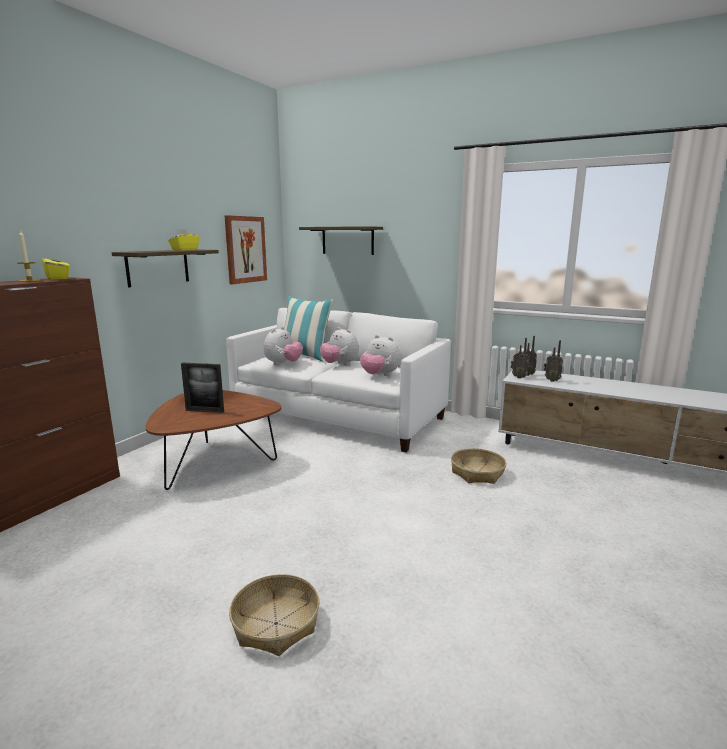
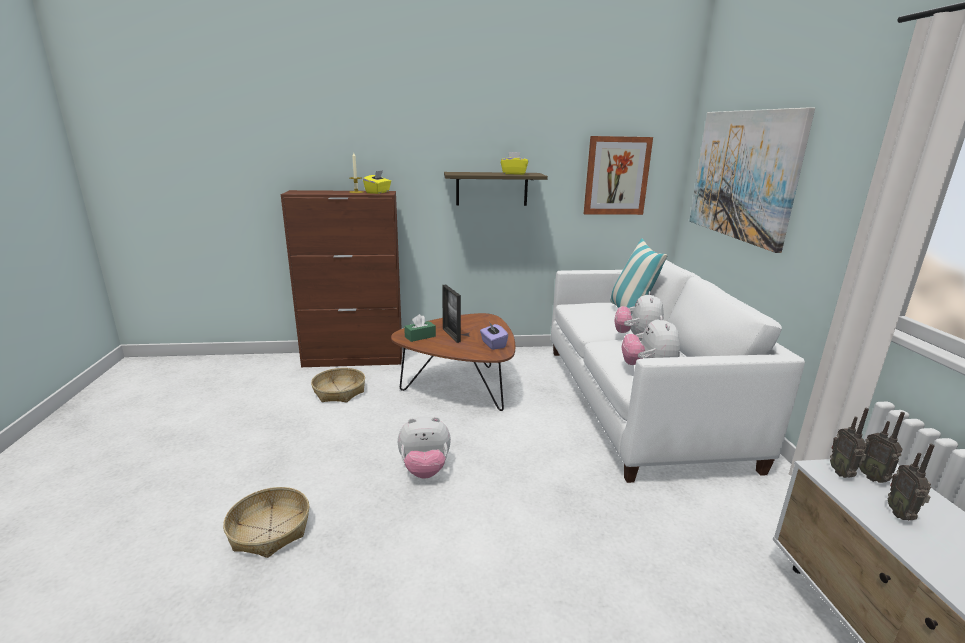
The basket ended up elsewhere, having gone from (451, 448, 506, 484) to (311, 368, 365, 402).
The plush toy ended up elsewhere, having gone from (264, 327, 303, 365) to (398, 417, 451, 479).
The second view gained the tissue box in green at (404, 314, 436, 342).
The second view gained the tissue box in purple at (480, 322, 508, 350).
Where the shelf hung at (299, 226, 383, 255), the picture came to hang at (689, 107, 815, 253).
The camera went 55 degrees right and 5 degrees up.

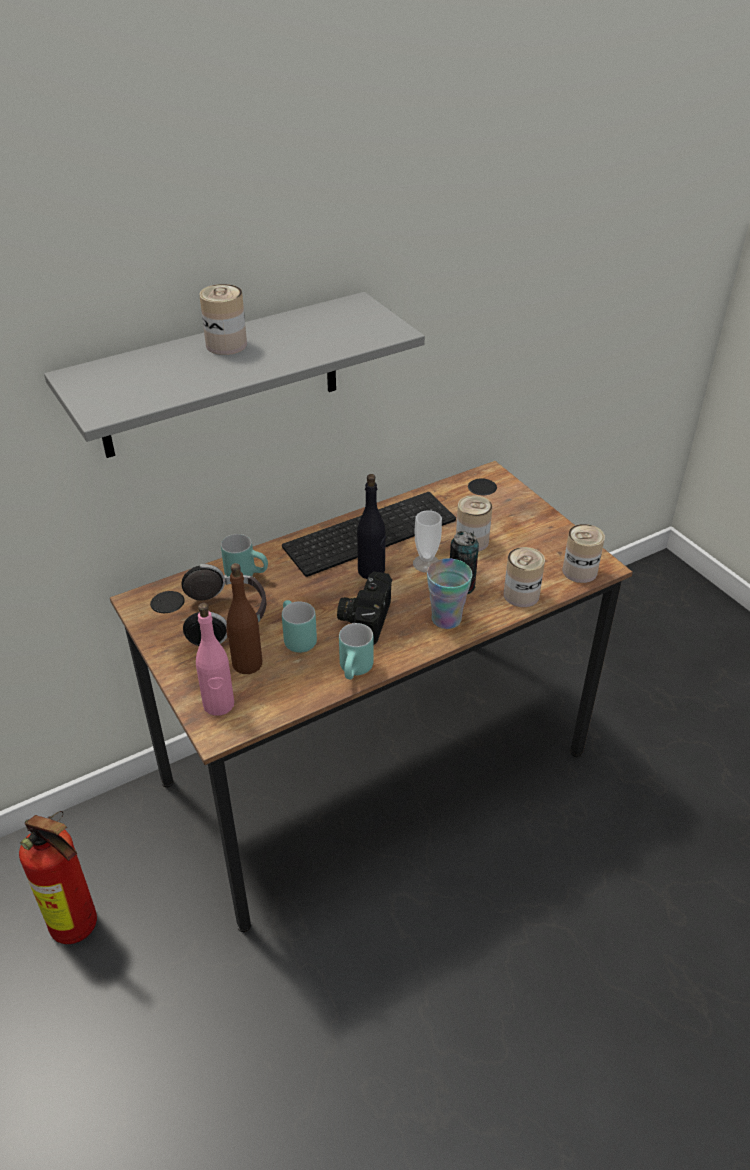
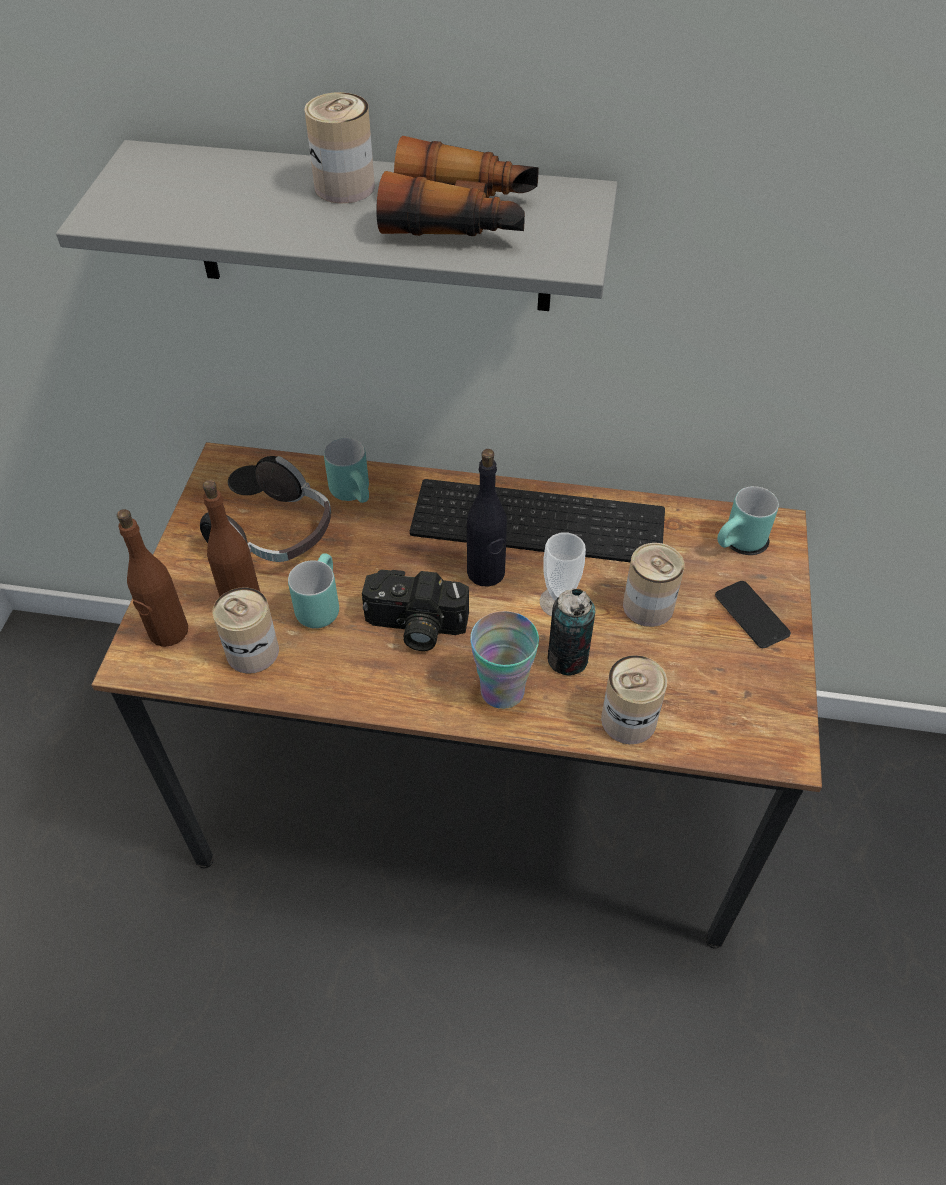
What was the bottle in pink at (196, 603, 234, 716) turned into the bottle in brown at (117, 509, 188, 647).
The can ended up elsewhere, having gone from (562, 524, 605, 583) to (212, 587, 279, 674).
The photo camera at (337, 572, 392, 645) ended up facing another way, 135 degrees counterclockwise from before.
The second view gained the binoculars at (376, 136, 539, 236).
The second view gained the phone at (715, 581, 791, 648).
The mug in turquoise ended up elsewhere, having gone from (339, 623, 374, 680) to (717, 486, 779, 551).
The second view lost the fire extinguisher at (19, 811, 97, 944).
The camera went 40 degrees right and 10 degrees up.

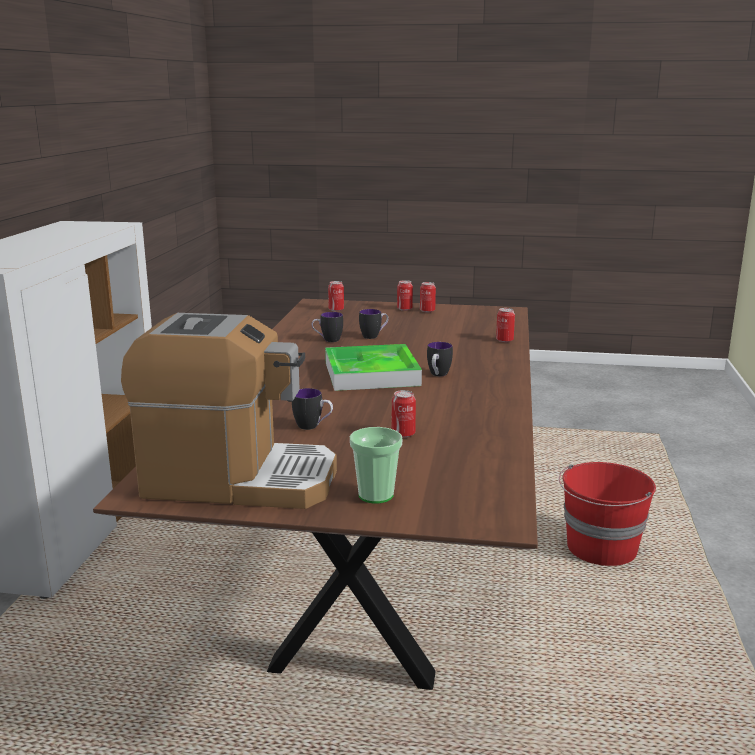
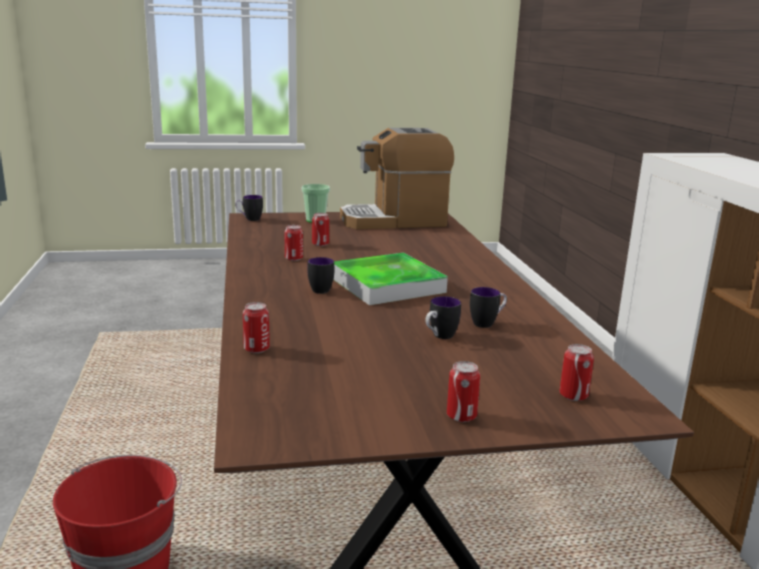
The mug ended up elsewhere, having gone from (292, 388, 333, 430) to (235, 195, 263, 221).
The can ended up elsewhere, having gone from (420, 282, 436, 313) to (285, 225, 303, 261).
The camera went 160 degrees right and 0 degrees up.

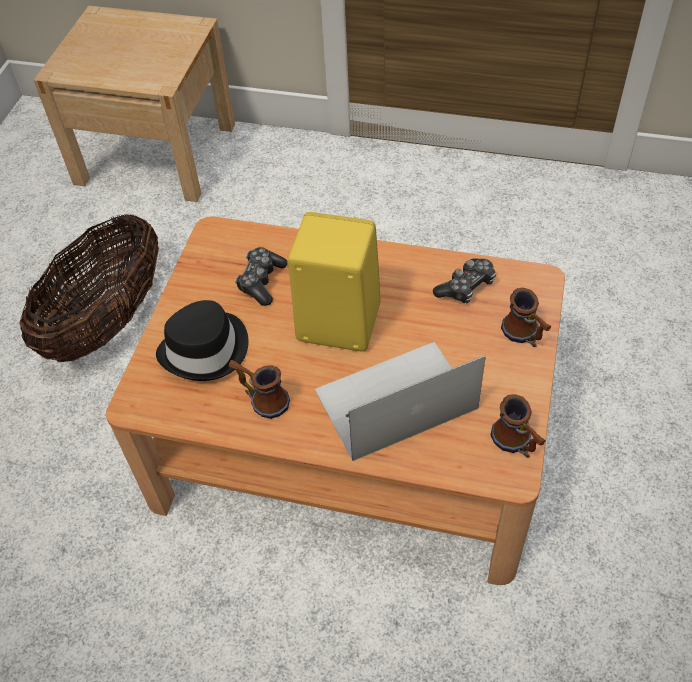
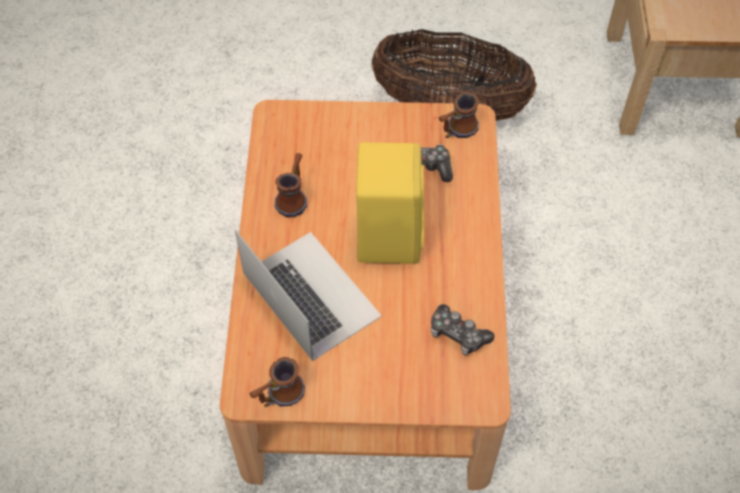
The mug ended up elsewhere, having gone from (501, 288, 551, 347) to (439, 92, 479, 138).
The second view lost the hat in black at (156, 300, 248, 381).
The camera went 75 degrees right and 5 degrees up.

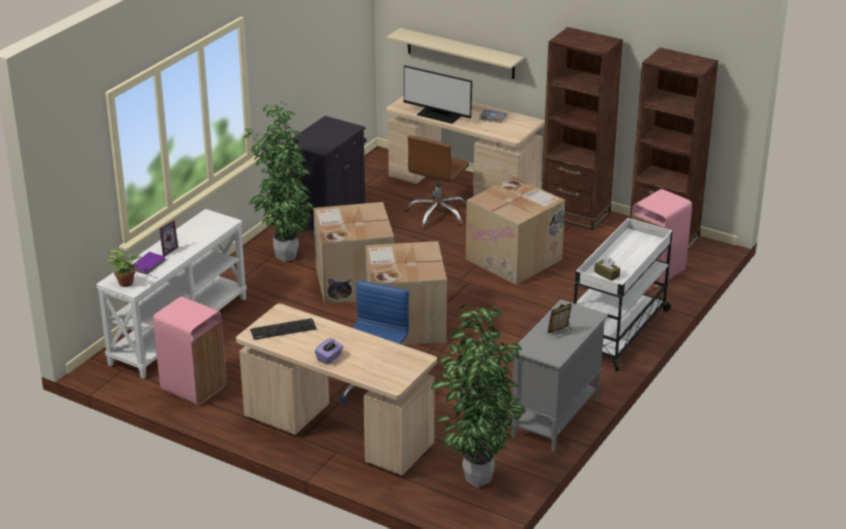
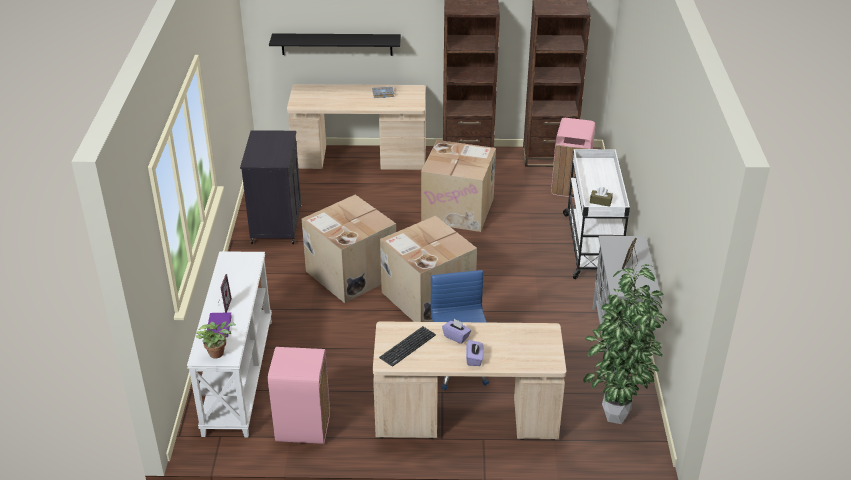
What was the shelf in beige at (387, 28, 524, 79) turned into the shelf in black at (269, 33, 401, 56).
The second view gained the tissue box in purple at (442, 318, 471, 344).
The second view lost the potted plant at (244, 101, 313, 262).
The second view lost the monitor at (404, 65, 472, 124).
The second view lost the office chair in brown at (405, 135, 469, 229).
The camera went 30 degrees left and 5 degrees up.

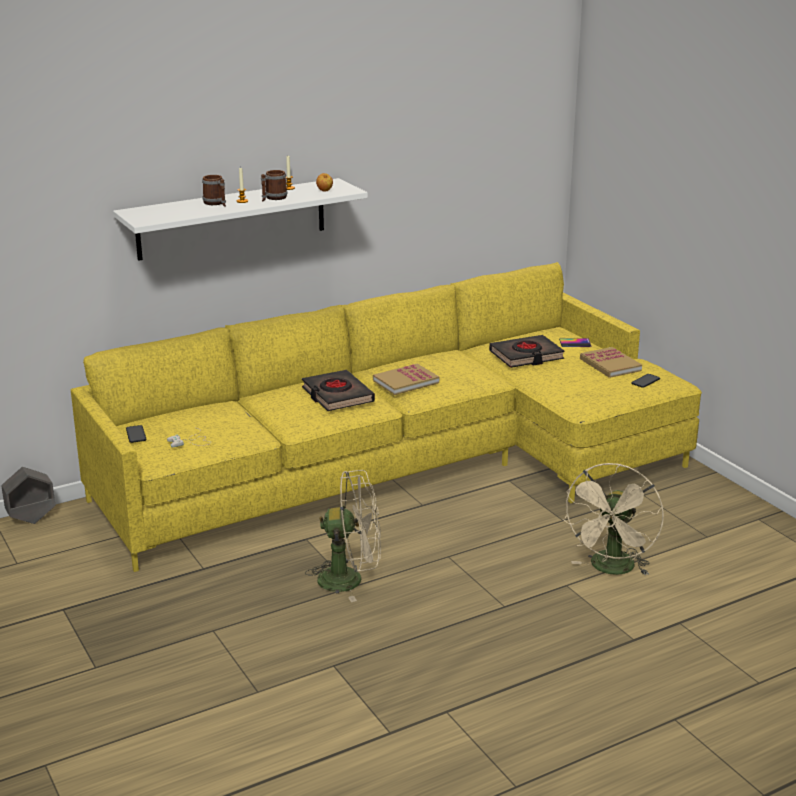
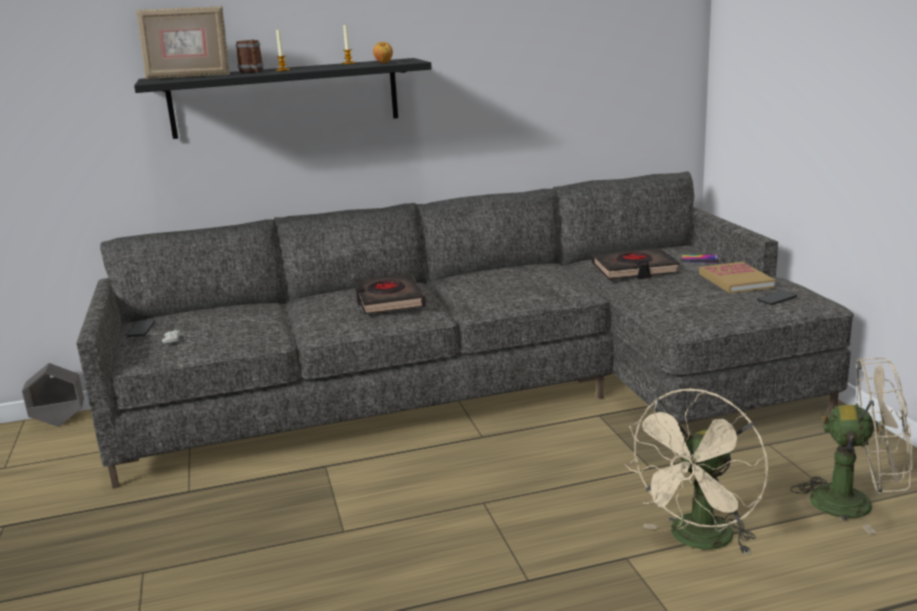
What was the sofa in yellow at (71, 262, 702, 572) turned into the sofa in grey at (76, 171, 854, 488).
What was the shelf in white at (113, 178, 368, 261) turned into the shelf in black at (134, 58, 432, 139).
The second view gained the picture frame at (136, 6, 230, 80).
The fan in beige ended up elsewhere, having gone from (305, 470, 381, 602) to (790, 358, 913, 534).
The second view lost the mug at (261, 170, 288, 201).
The second view lost the book at (373, 363, 439, 395).
The camera went 15 degrees right and 5 degrees down.

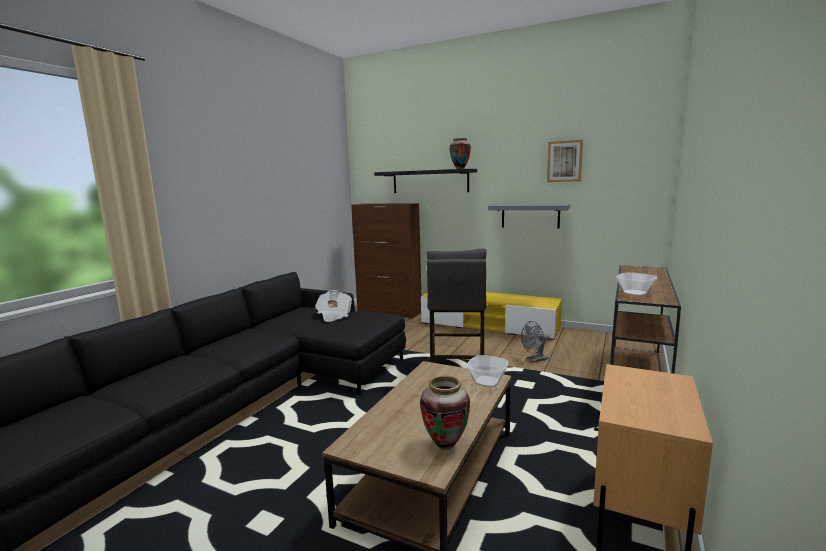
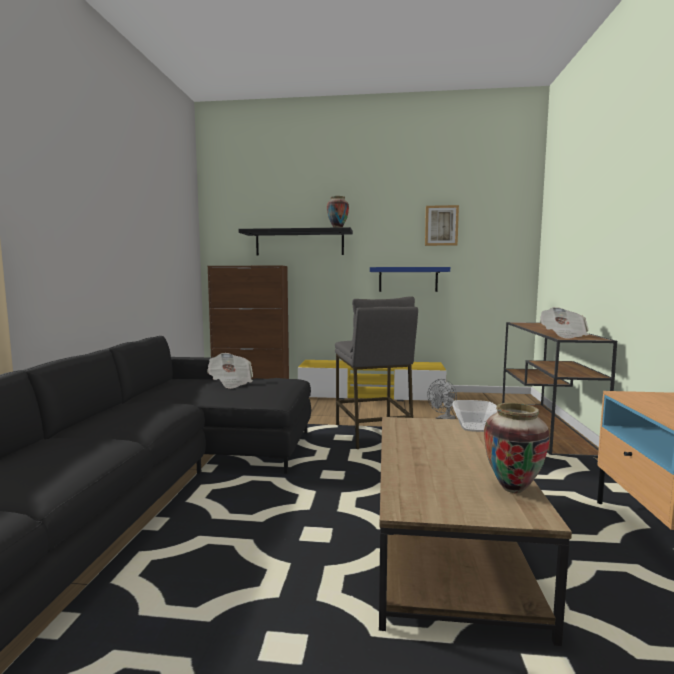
What was the shelf in grey at (488, 204, 570, 229) turned into the shelf in blue at (370, 267, 450, 292).
Where the bowl stood at (616, 272, 657, 296), the newspaper came to stand at (540, 307, 589, 339).
The camera went 20 degrees left and 5 degrees down.

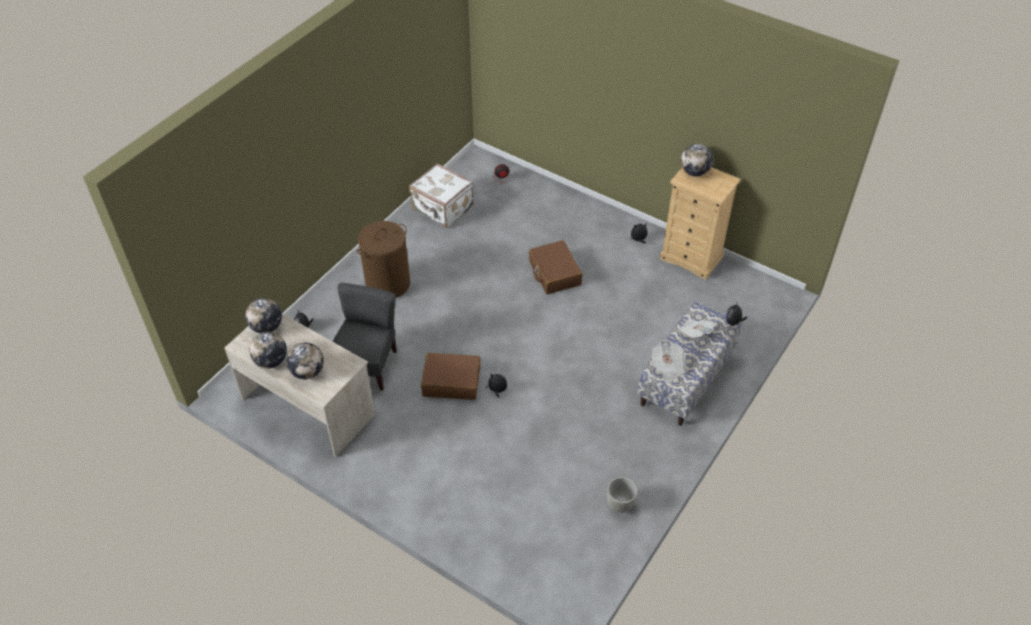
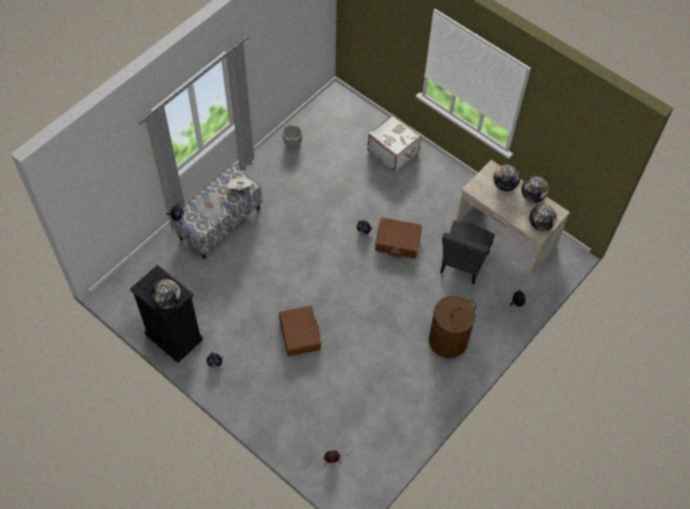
What was the dresser in beige at (660, 167, 741, 280) turned into the dresser in black at (130, 265, 203, 363).
The suitcase in white ended up elsewhere, having gone from (409, 164, 474, 228) to (367, 114, 422, 172).
The camera went 175 degrees left and 10 degrees up.

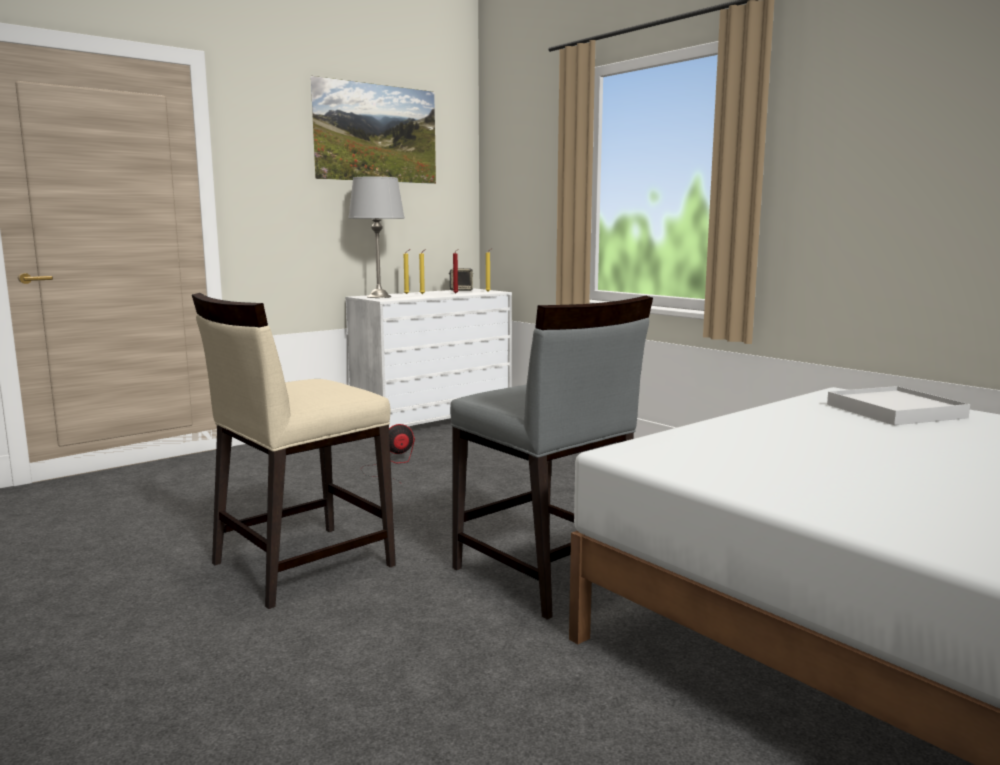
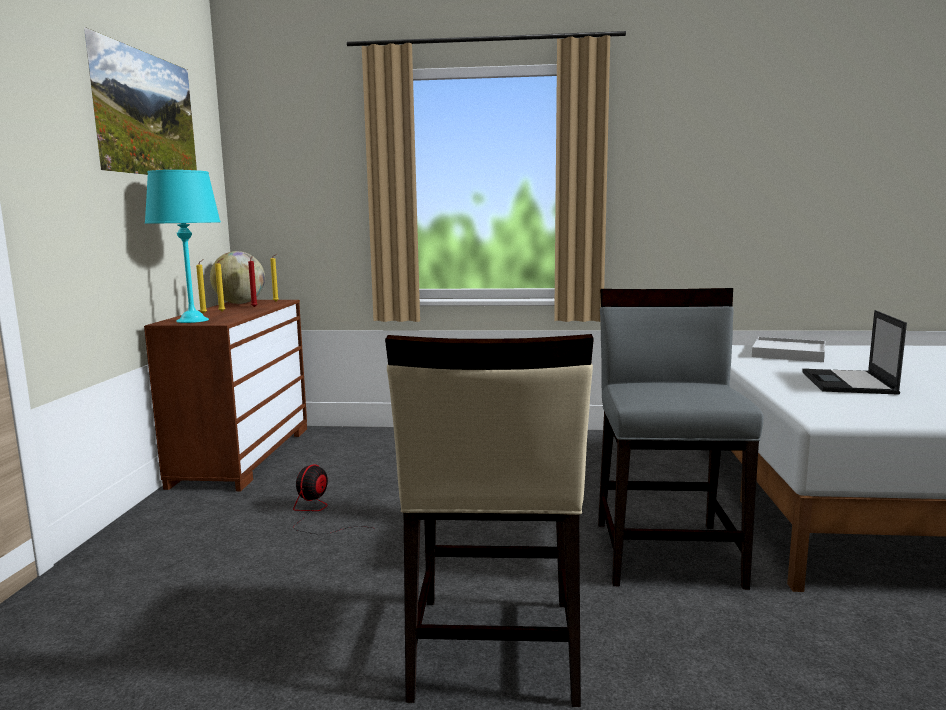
What was the dresser in white at (346, 289, 512, 428) turned into the dresser in brown at (144, 300, 307, 491).
What was the table lamp in grey at (348, 176, 405, 298) turned into the table lamp in turquoise at (145, 170, 221, 323).
Where the speaker stood at (449, 268, 473, 291), the globe came to stand at (210, 251, 265, 304).
The chair in grey at (450, 296, 653, 620) ended up facing another way, 90 degrees counterclockwise from before.
The second view gained the laptop at (802, 310, 907, 395).
The camera went 45 degrees left and 0 degrees up.

